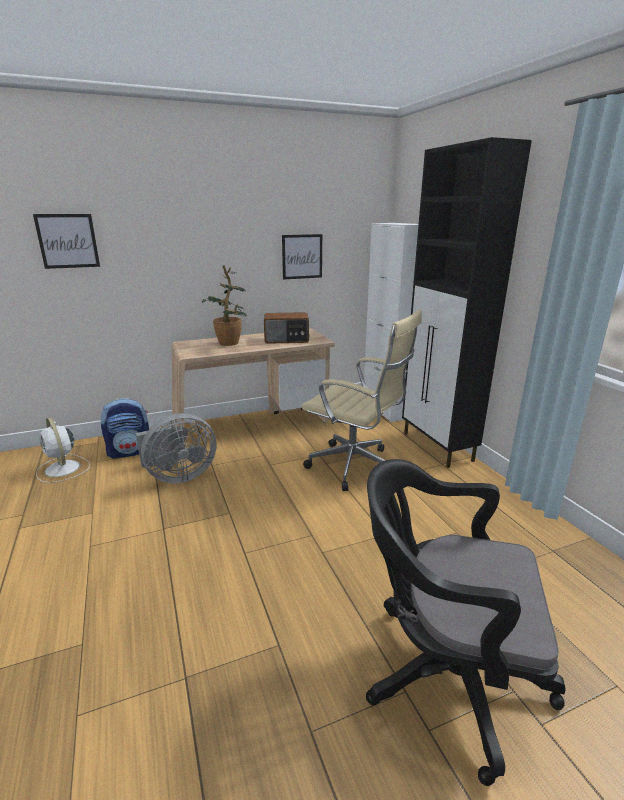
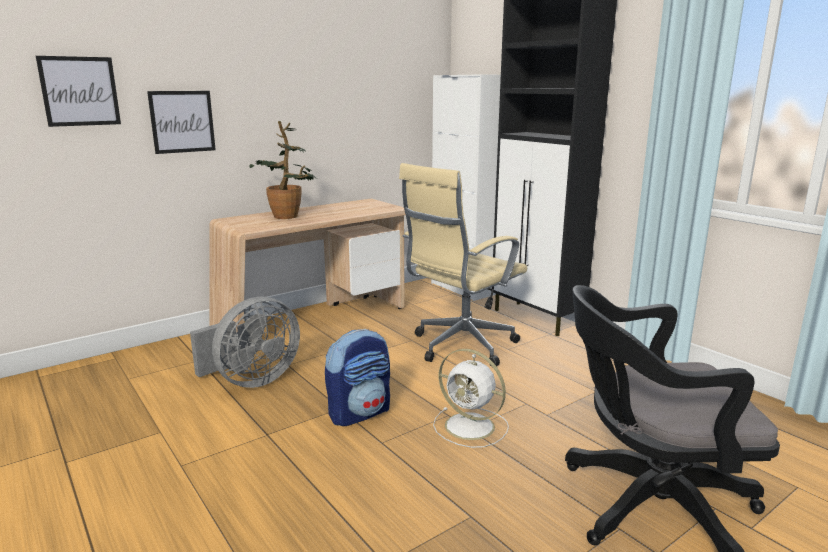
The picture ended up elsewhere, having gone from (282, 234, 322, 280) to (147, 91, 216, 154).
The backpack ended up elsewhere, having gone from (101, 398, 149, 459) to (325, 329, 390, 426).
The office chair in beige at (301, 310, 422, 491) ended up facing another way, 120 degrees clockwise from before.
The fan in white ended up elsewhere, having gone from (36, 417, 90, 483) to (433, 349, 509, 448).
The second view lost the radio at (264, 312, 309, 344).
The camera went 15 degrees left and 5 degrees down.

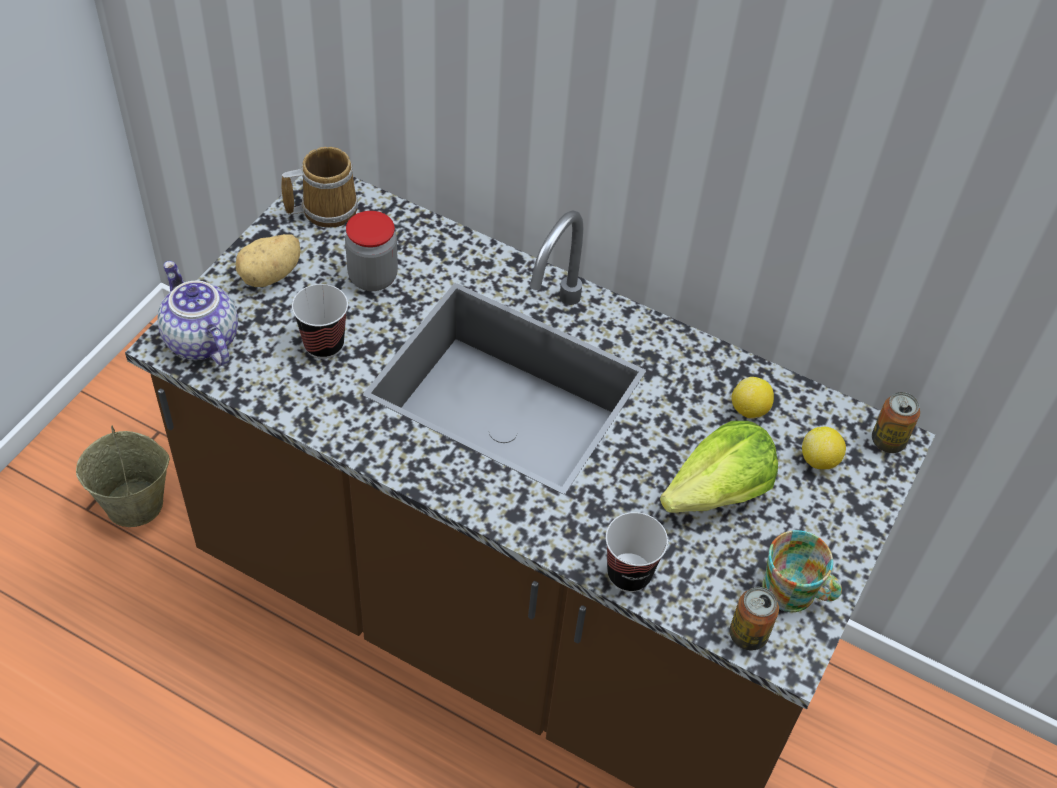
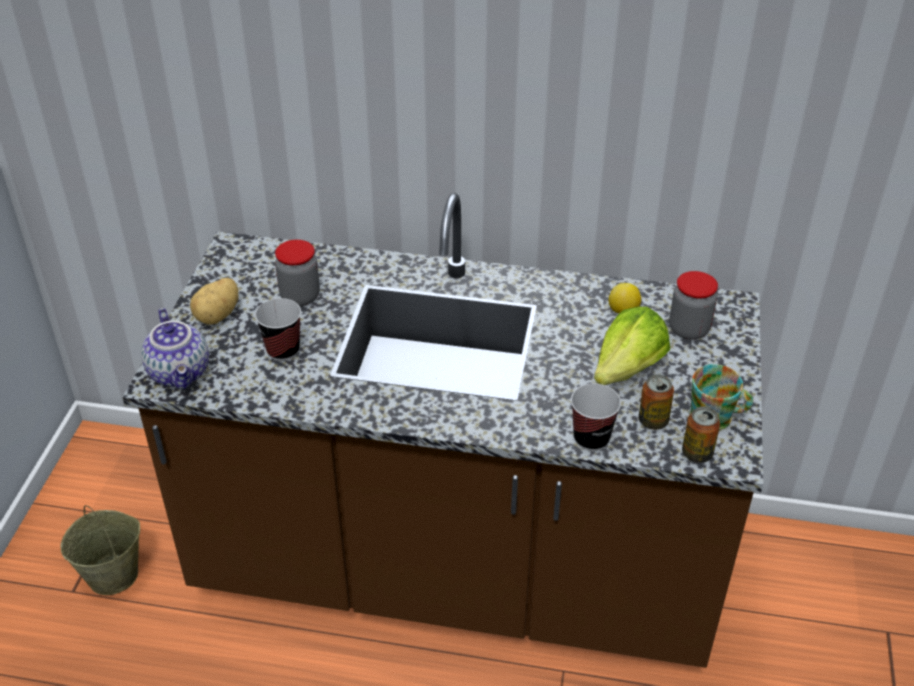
The teapot at (158, 261, 238, 366) ended up facing another way, 150 degrees counterclockwise from before.
The can ended up elsewhere, having gone from (872, 392, 920, 453) to (638, 374, 674, 430).
Where the lemon stood at (802, 427, 846, 469), the jar came to stand at (669, 271, 718, 340).
The second view lost the mug at (281, 147, 358, 228).
The camera went 15 degrees left and 10 degrees down.

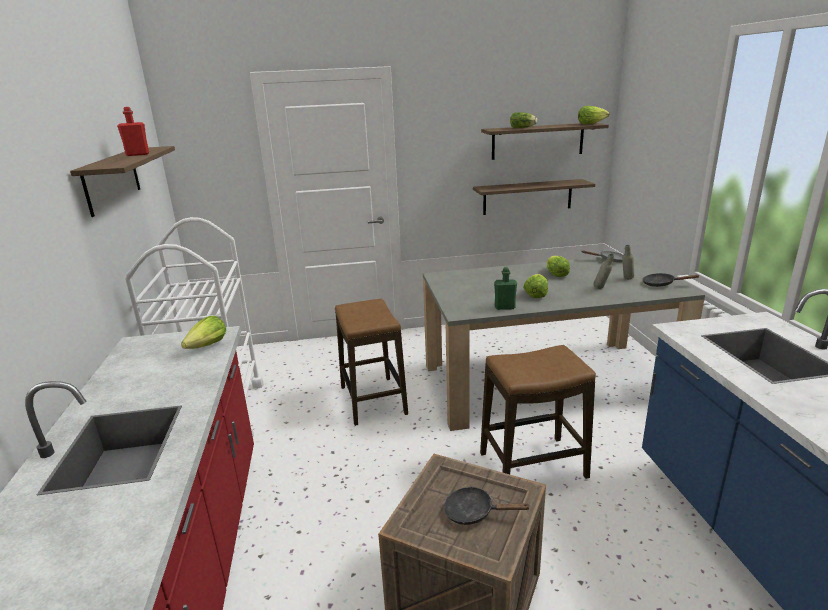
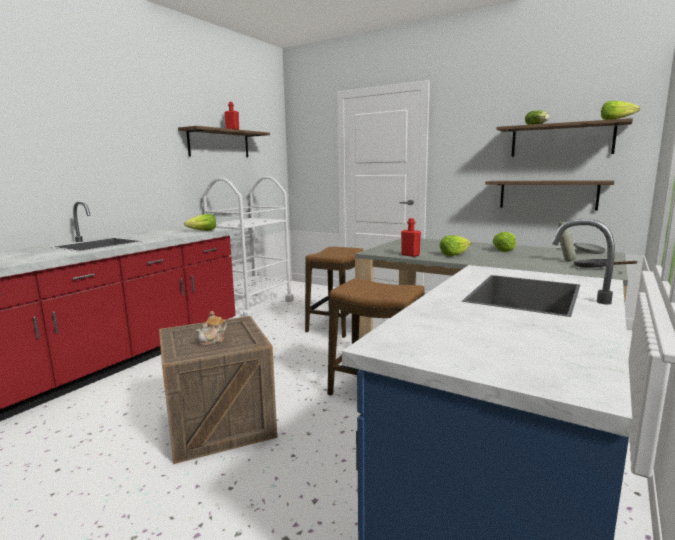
Where the frying pan in black stood at (443, 486, 531, 525), the teapot came to stand at (195, 311, 227, 346).
What was the bottle in green at (494, 267, 517, 310) turned into the bottle in red at (401, 218, 421, 257).
The second view lost the bottle in grey at (593, 253, 614, 289).
The camera went 40 degrees right and 10 degrees down.

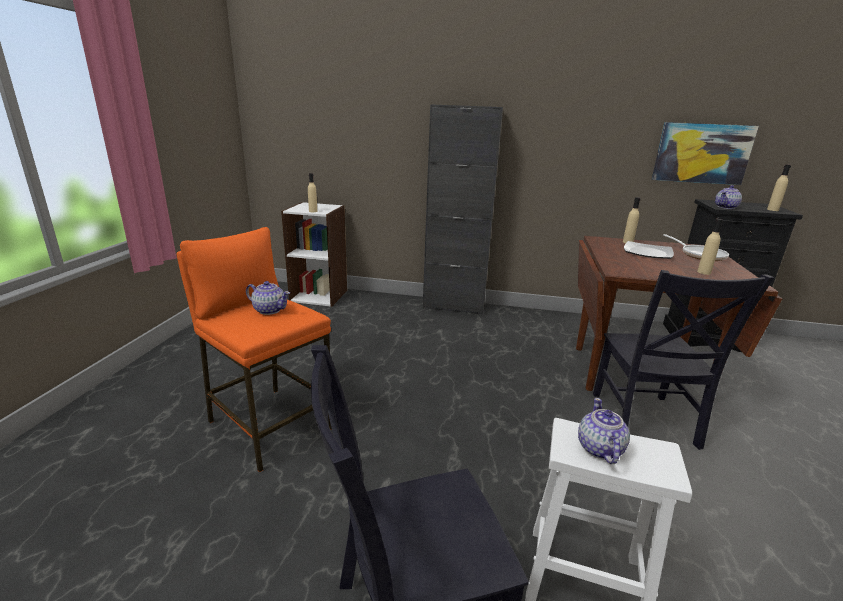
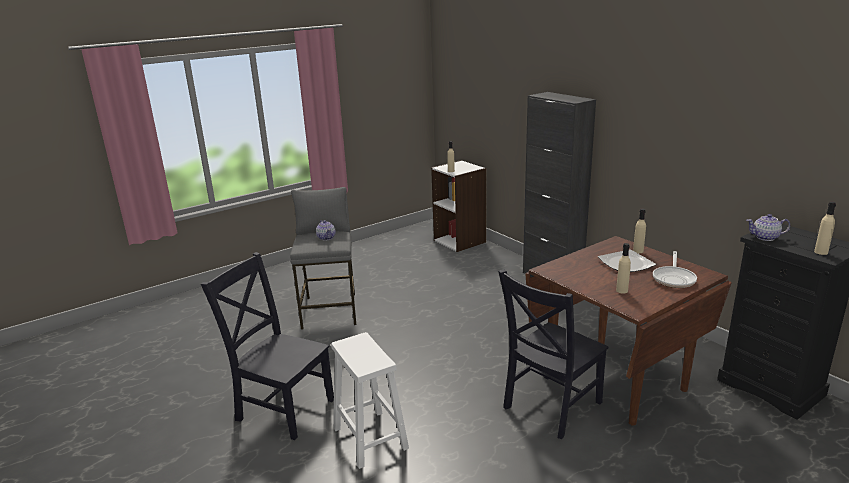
What was the stool in orange at (177, 227, 332, 472) turned into the stool in grey at (290, 187, 356, 330).
The second view lost the teapot at (578, 398, 630, 464).
The second view lost the picture at (652, 122, 759, 185).
The camera went 45 degrees right and 0 degrees up.

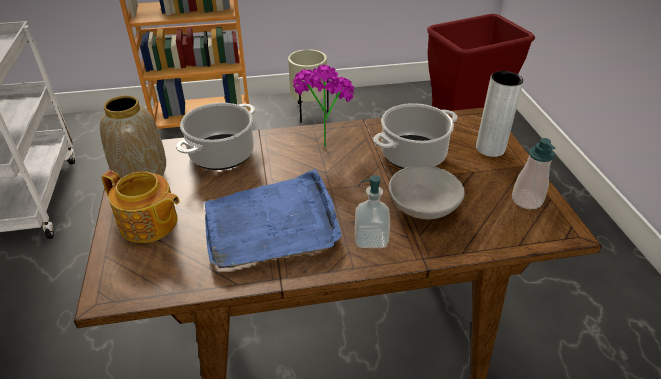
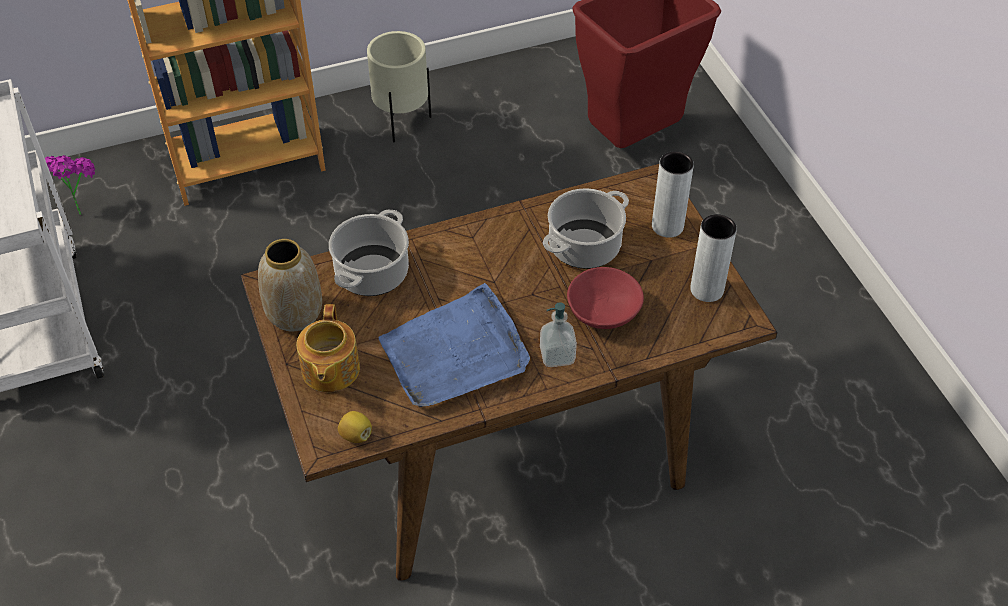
The potted plant ended up elsewhere, having gone from (293, 65, 354, 147) to (45, 155, 95, 215).
The teapot at (102, 171, 180, 243) ended up facing another way, 75 degrees clockwise from before.
The second view gained the lemon at (338, 411, 372, 443).
What was the bowl in grey at (389, 165, 465, 220) turned into the bowl in red at (567, 267, 644, 329).
Where the soap dispenser stood at (512, 138, 555, 209), the vase in grey came to stand at (690, 214, 737, 302).
The camera went 10 degrees left and 10 degrees up.

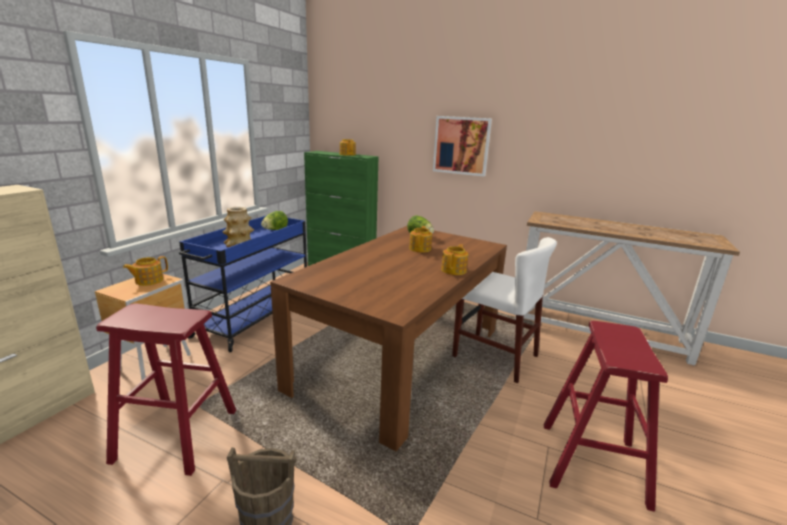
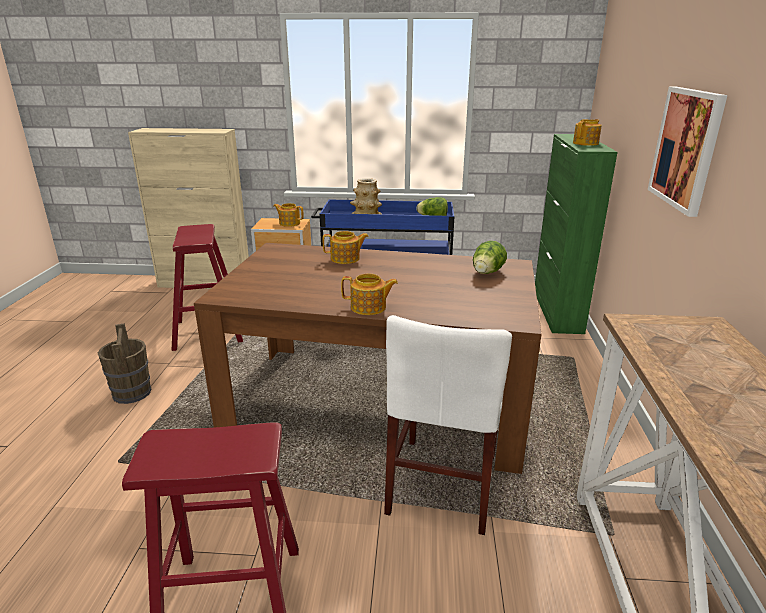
The teapot ended up elsewhere, having gone from (409, 226, 432, 253) to (323, 231, 369, 264).
The camera went 70 degrees right and 5 degrees up.

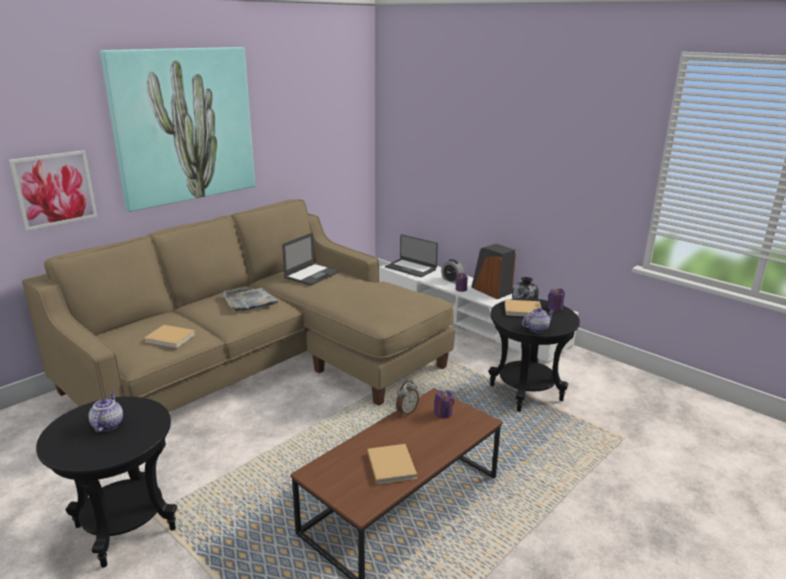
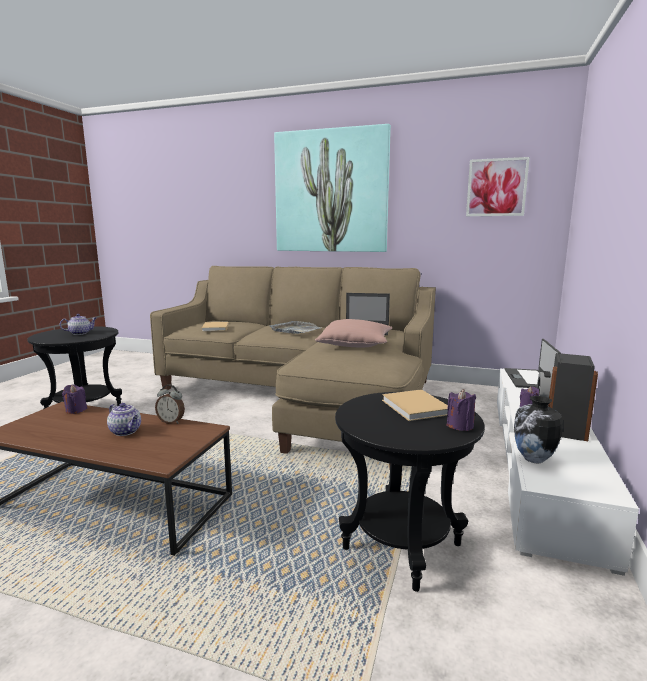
The candle in purple ended up elsewhere, having gone from (434, 391, 454, 419) to (62, 385, 87, 414).
The teapot ended up elsewhere, having gone from (522, 308, 554, 333) to (107, 403, 141, 436).
The second view gained the pillow in pink at (315, 319, 393, 347).
The picture ended up elsewhere, having gone from (9, 150, 97, 231) to (466, 157, 530, 216).
The second view lost the book in beige at (368, 444, 417, 485).
The camera went 65 degrees right and 10 degrees down.

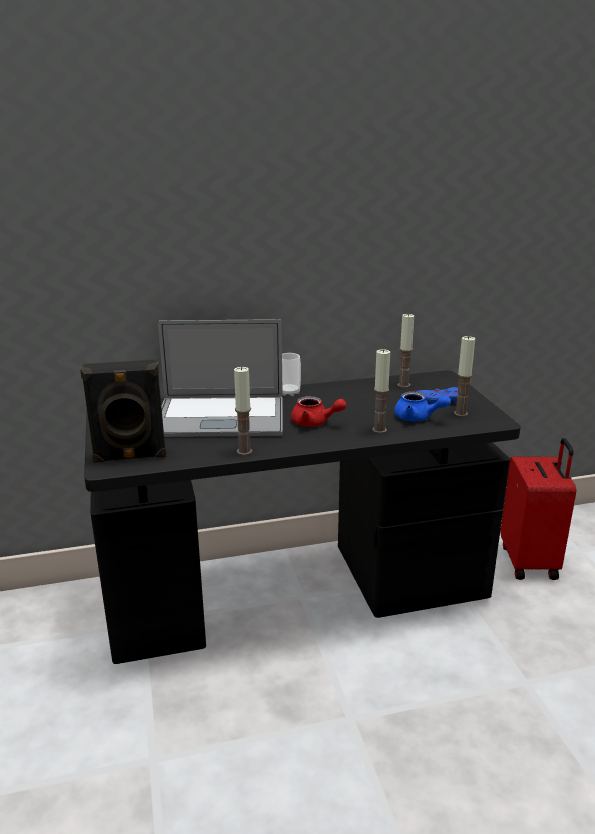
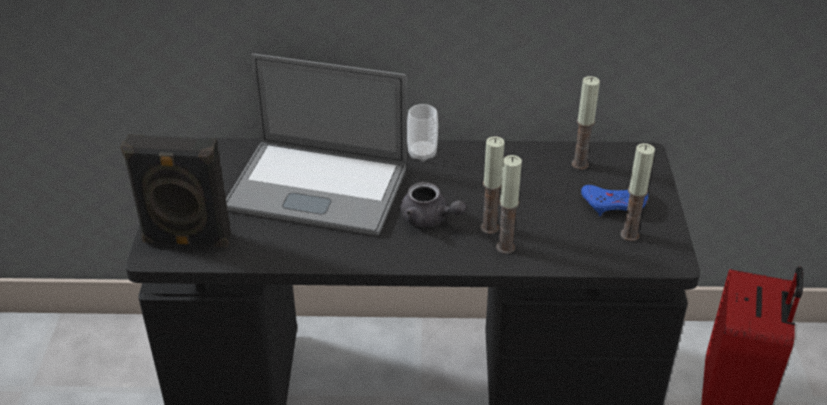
What was the teapot in red at (291, 396, 346, 427) turned into the teapot in grey at (400, 182, 467, 227).
The candle ended up elsewhere, having gone from (234, 366, 252, 455) to (481, 136, 504, 234).
The second view lost the teapot in blue at (394, 391, 451, 421).
The camera went 15 degrees right and 15 degrees up.

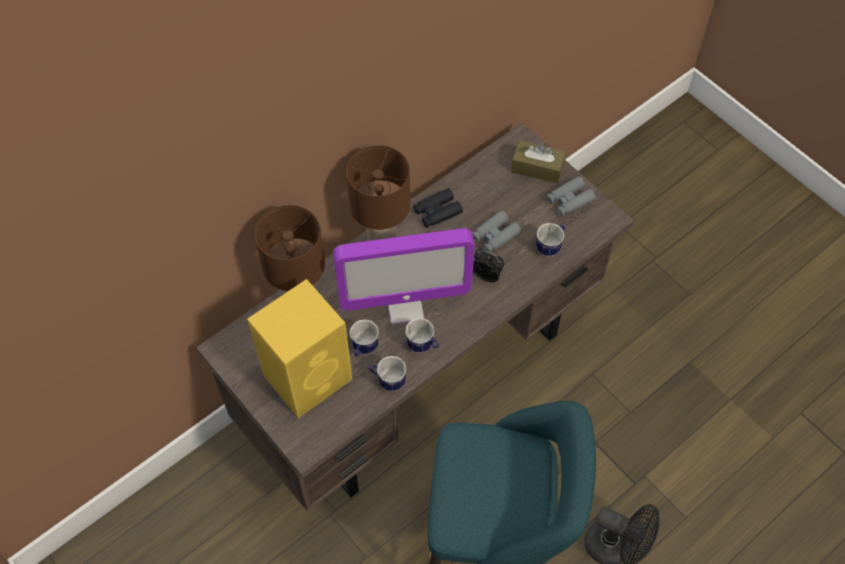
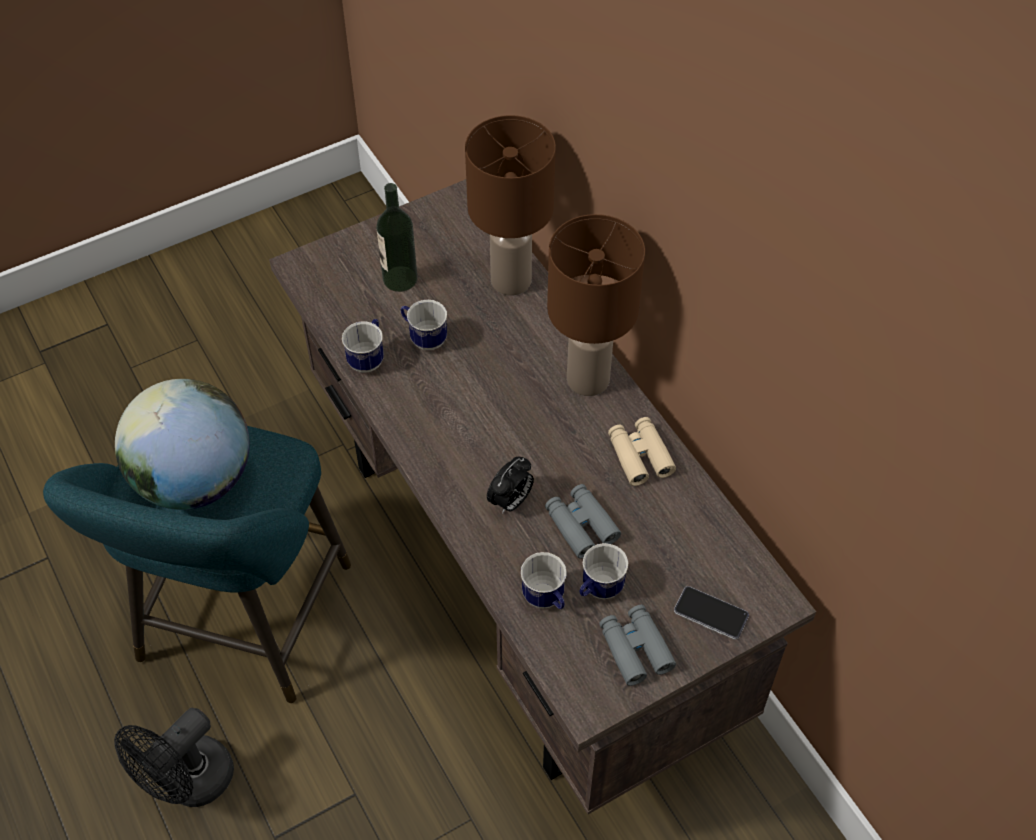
The second view gained the globe at (115, 379, 250, 510).
Where the speaker in yellow stood at (247, 279, 352, 418), the bottle came to stand at (376, 183, 418, 292).
The mug ended up elsewhere, having gone from (405, 318, 439, 353) to (580, 543, 628, 599).
What was the binoculars in black at (413, 188, 463, 228) turned into the binoculars in beige at (608, 417, 676, 486).
Where the tissue box in brown stood at (511, 140, 566, 183), the phone came to stand at (674, 586, 749, 640).
The second view lost the monitor at (333, 228, 475, 324).
The camera went 100 degrees right and 5 degrees down.

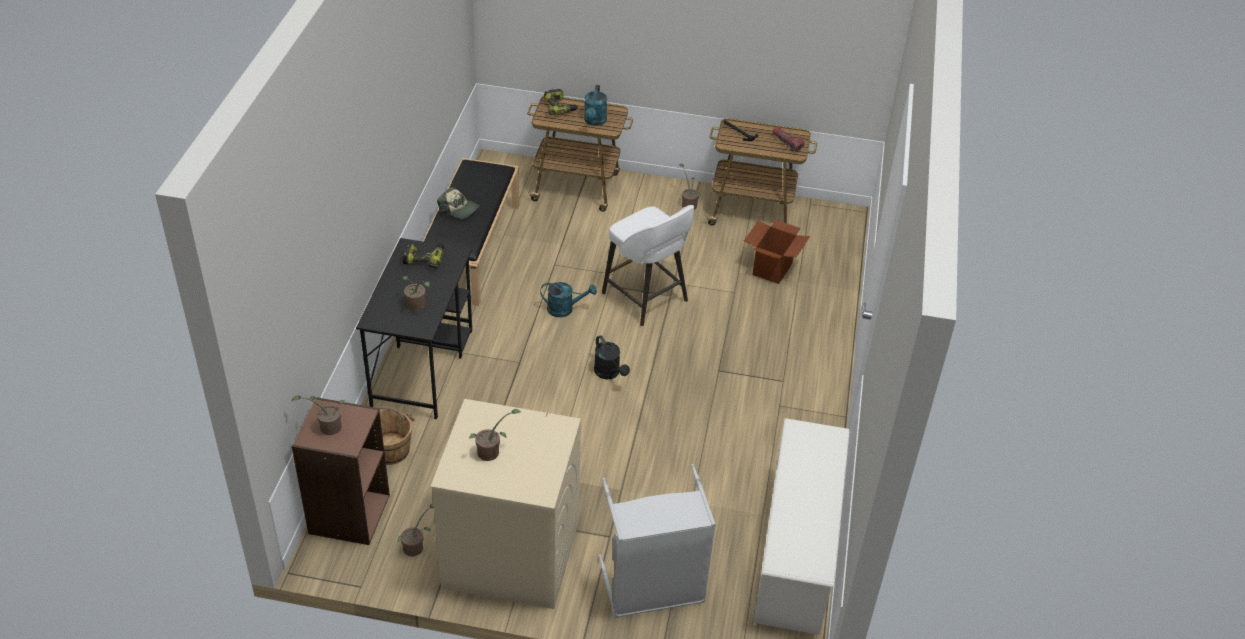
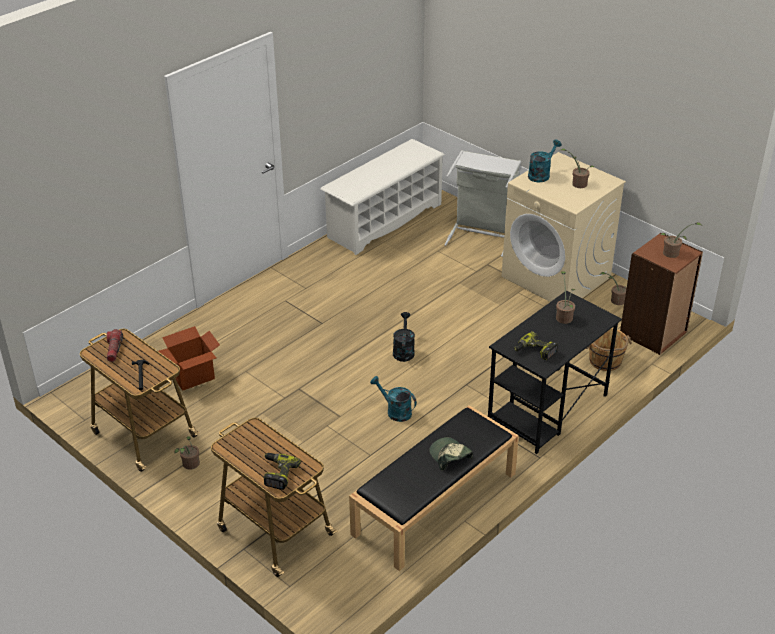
The watering can in turquoise ended up elsewhere, having gone from (584, 85, 607, 126) to (528, 139, 562, 182).
The second view lost the stool in white at (602, 205, 694, 326).
The camera went 145 degrees left and 5 degrees down.

